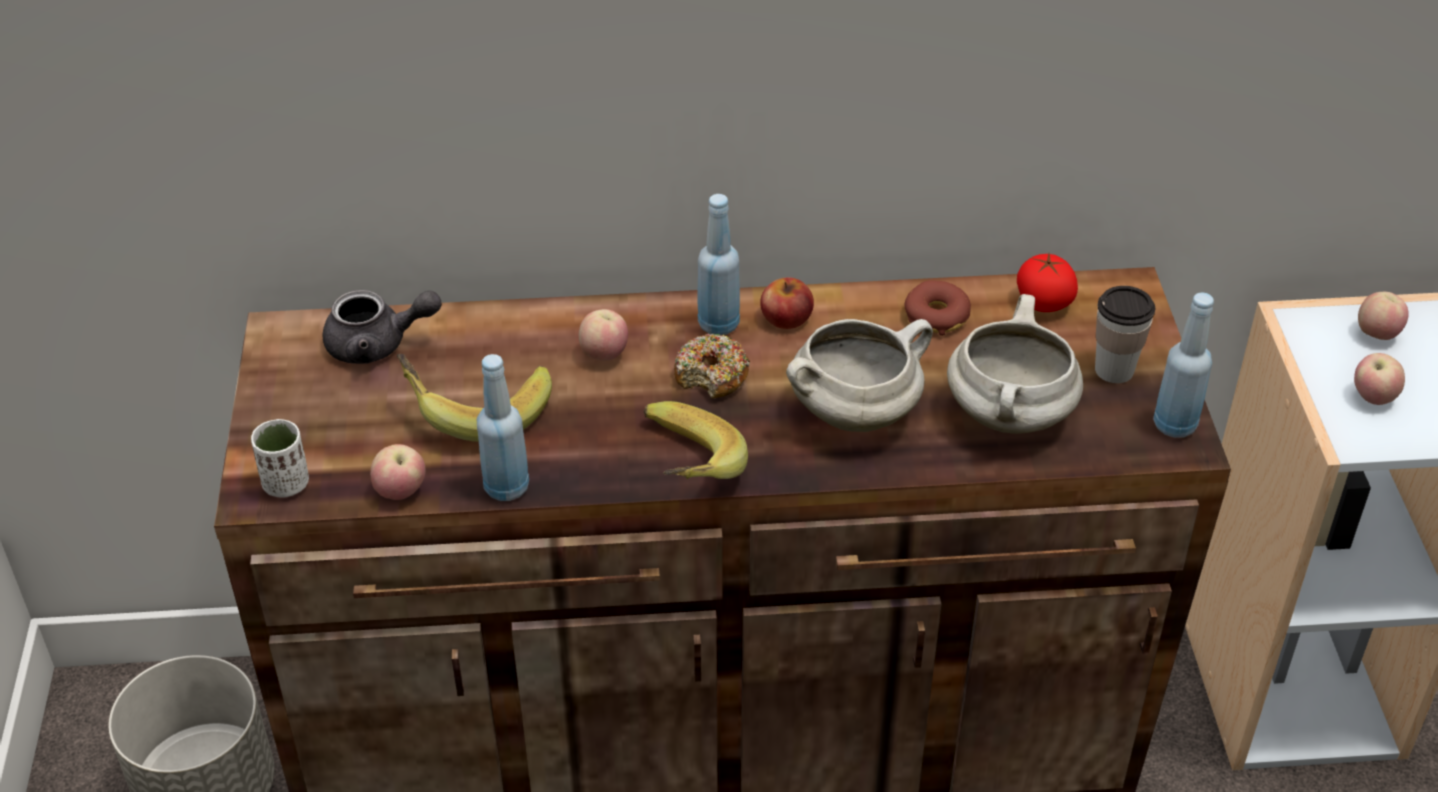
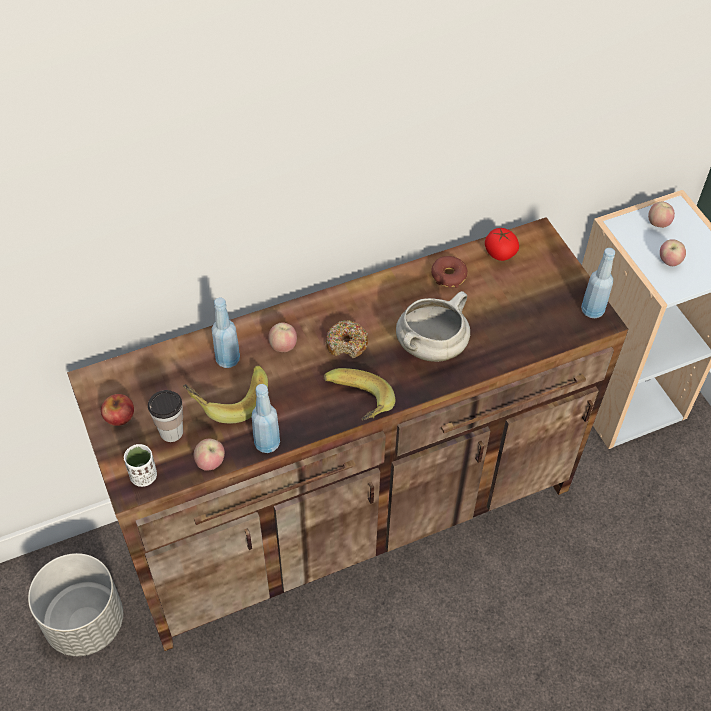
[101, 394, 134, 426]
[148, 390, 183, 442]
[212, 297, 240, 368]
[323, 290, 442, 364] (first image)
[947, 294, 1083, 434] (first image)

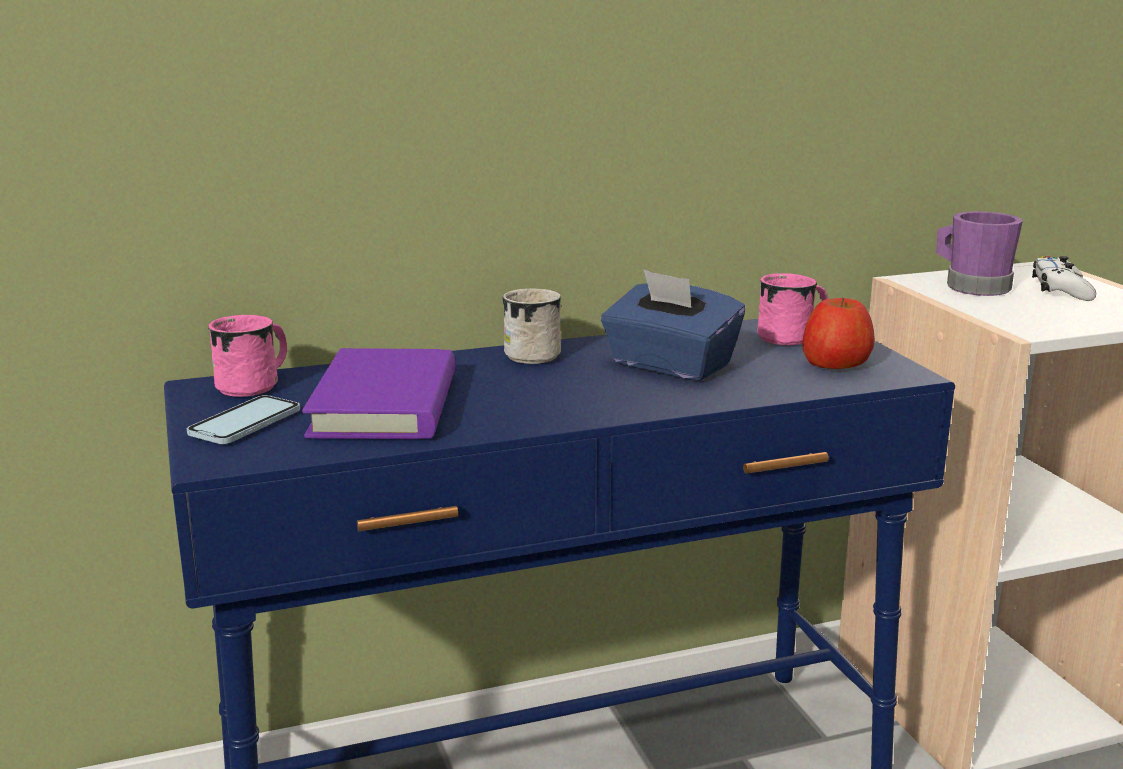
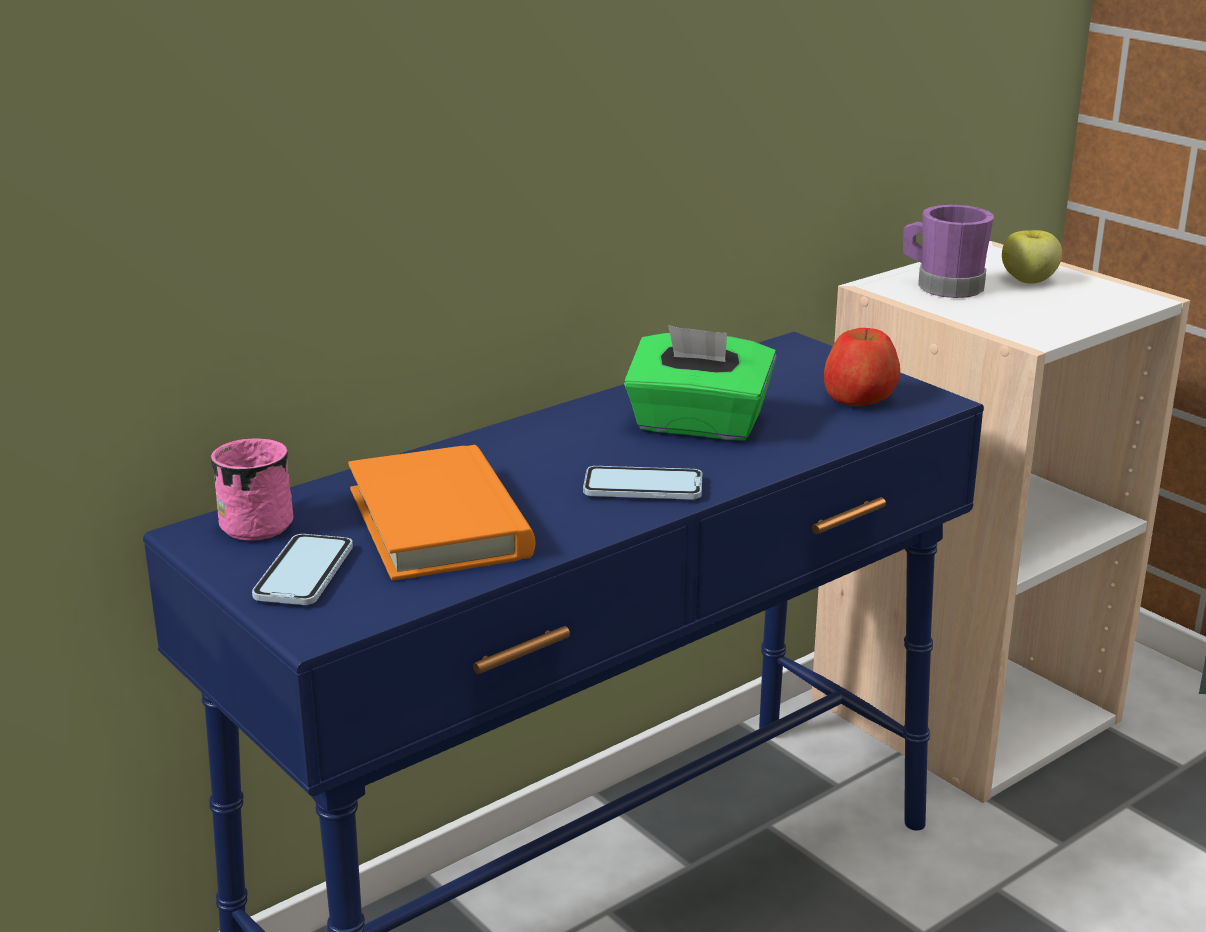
[348, 445, 535, 581]
[583, 466, 702, 500]
[624, 325, 776, 440]
[1002, 230, 1062, 284]
[502, 288, 561, 364] (first image)
[757, 273, 828, 345] (first image)

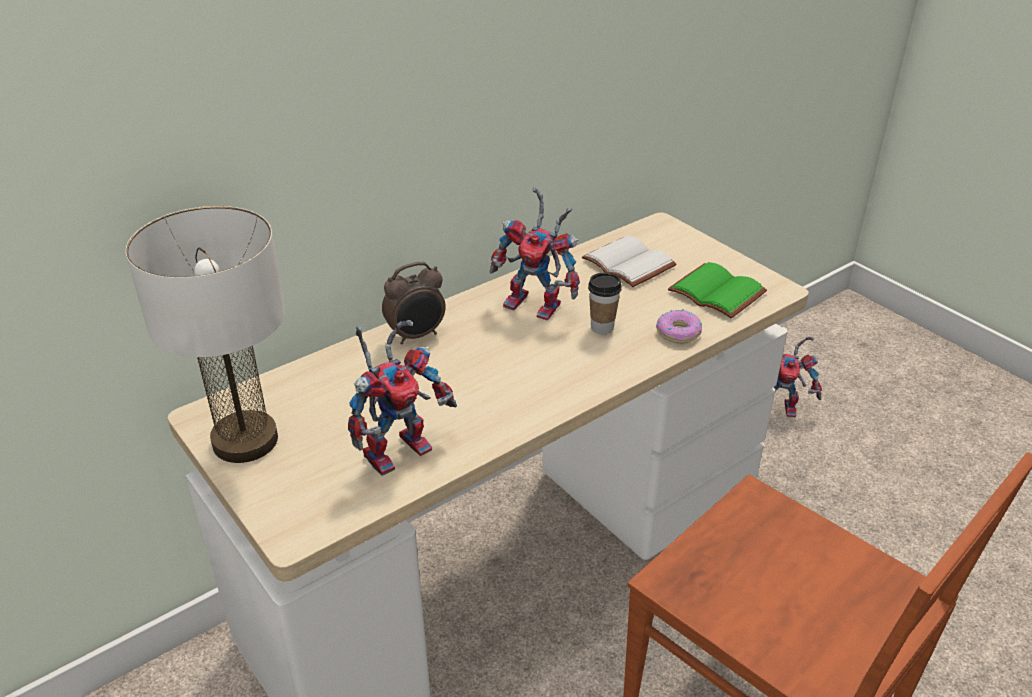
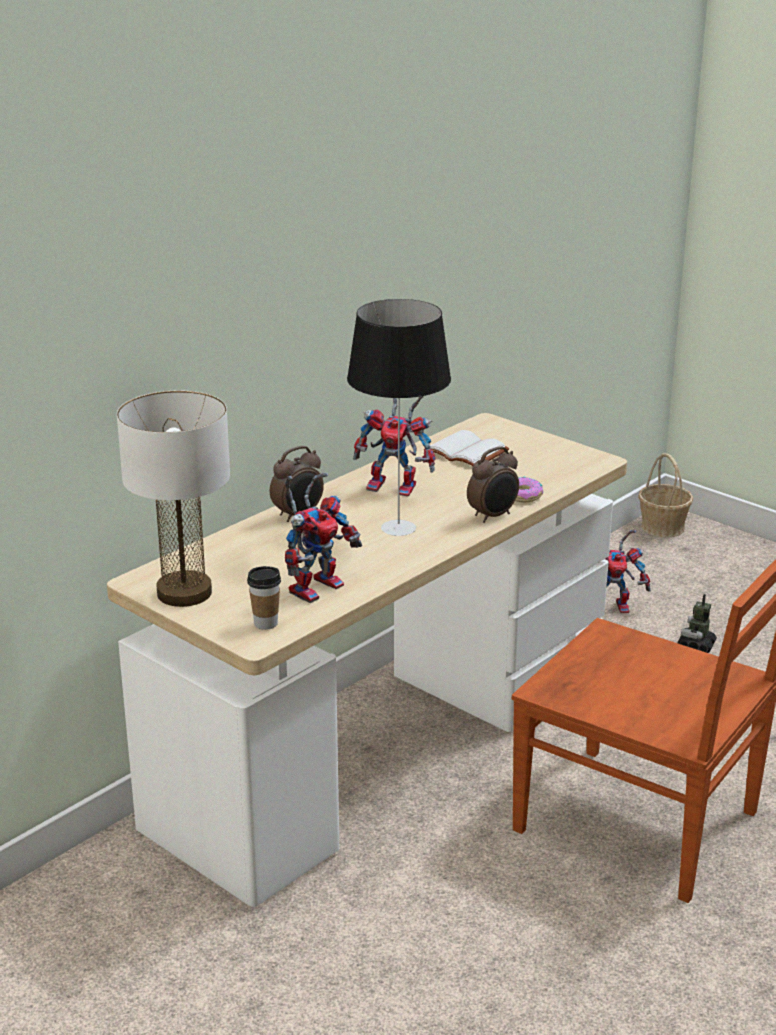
[247, 566, 281, 630]
[347, 299, 451, 536]
[467, 446, 519, 523]
[638, 453, 693, 537]
[677, 594, 717, 653]
[668, 262, 767, 319] (first image)

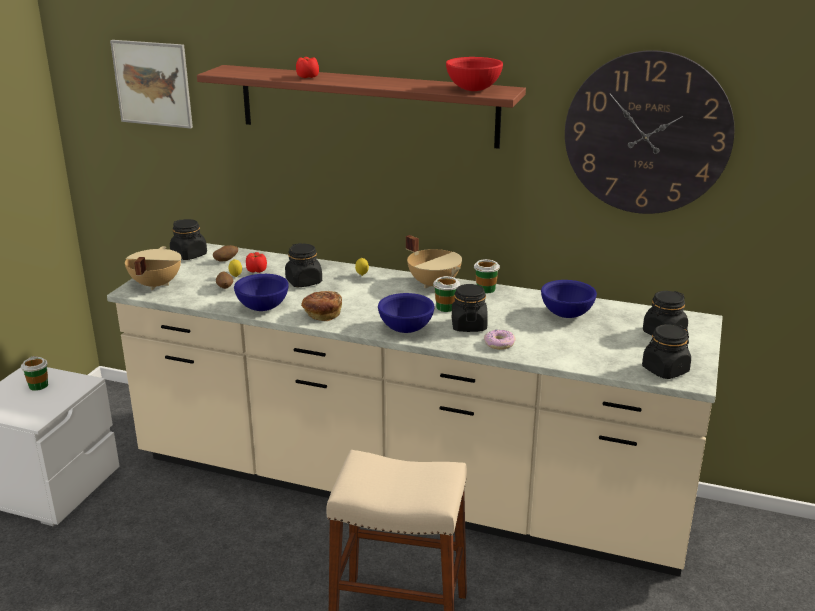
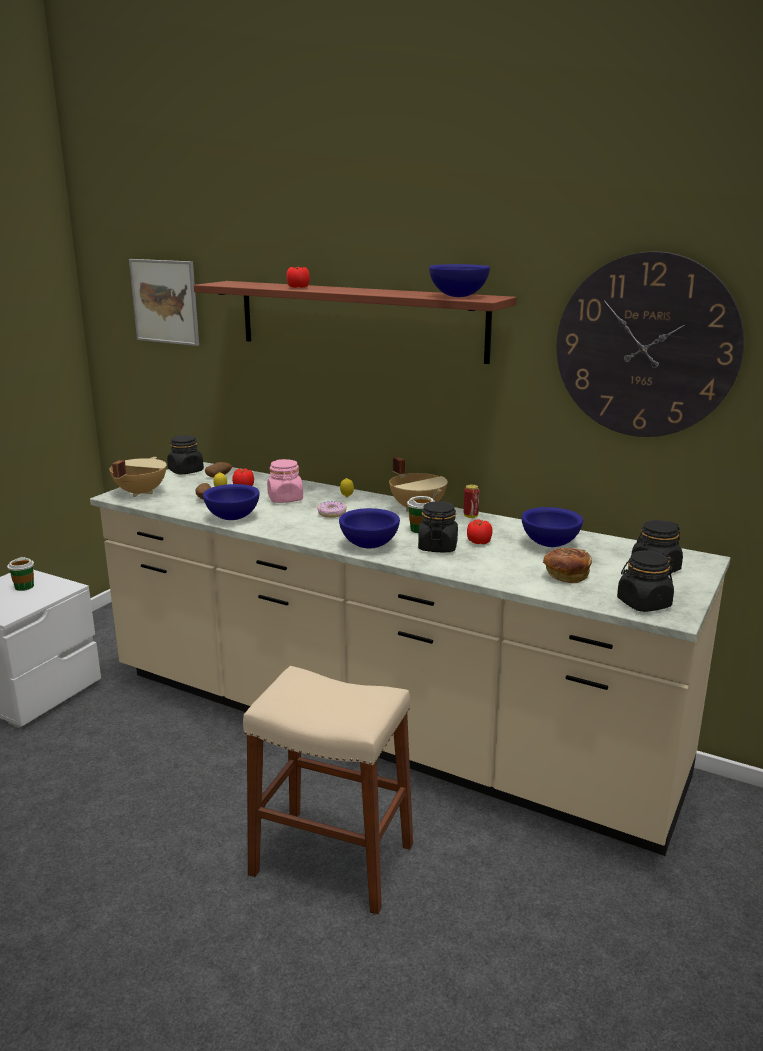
[267, 459, 303, 503]
[317, 501, 347, 518]
[429, 264, 490, 297]
[464, 484, 479, 518]
[467, 519, 493, 544]
[543, 548, 592, 583]

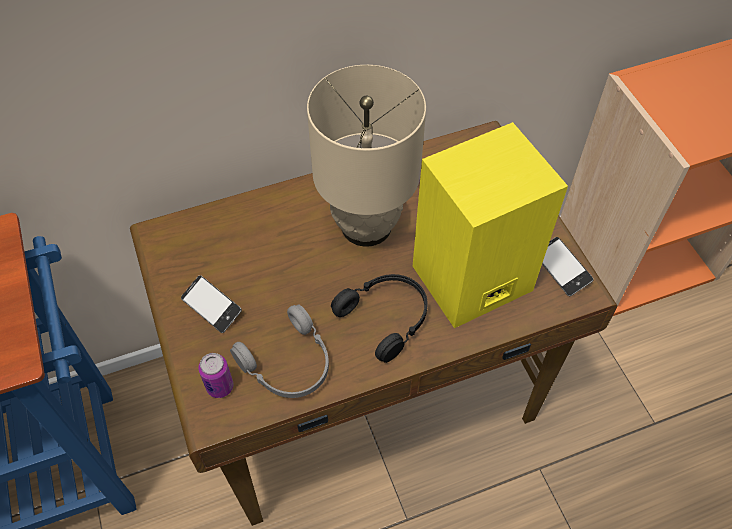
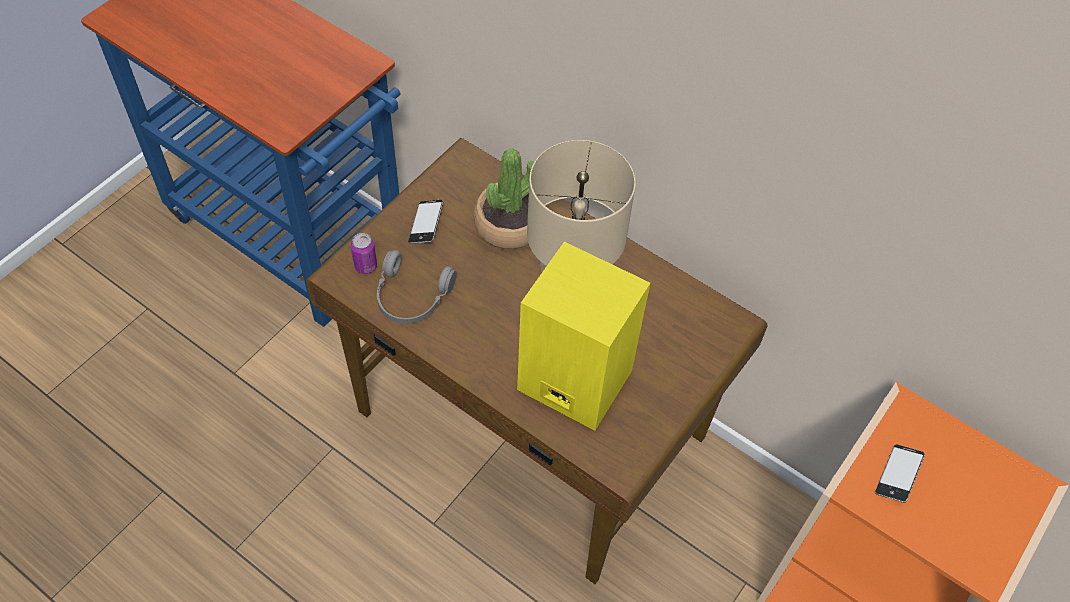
[473, 148, 535, 249]
[875, 444, 925, 503]
[331, 274, 428, 363] (first image)

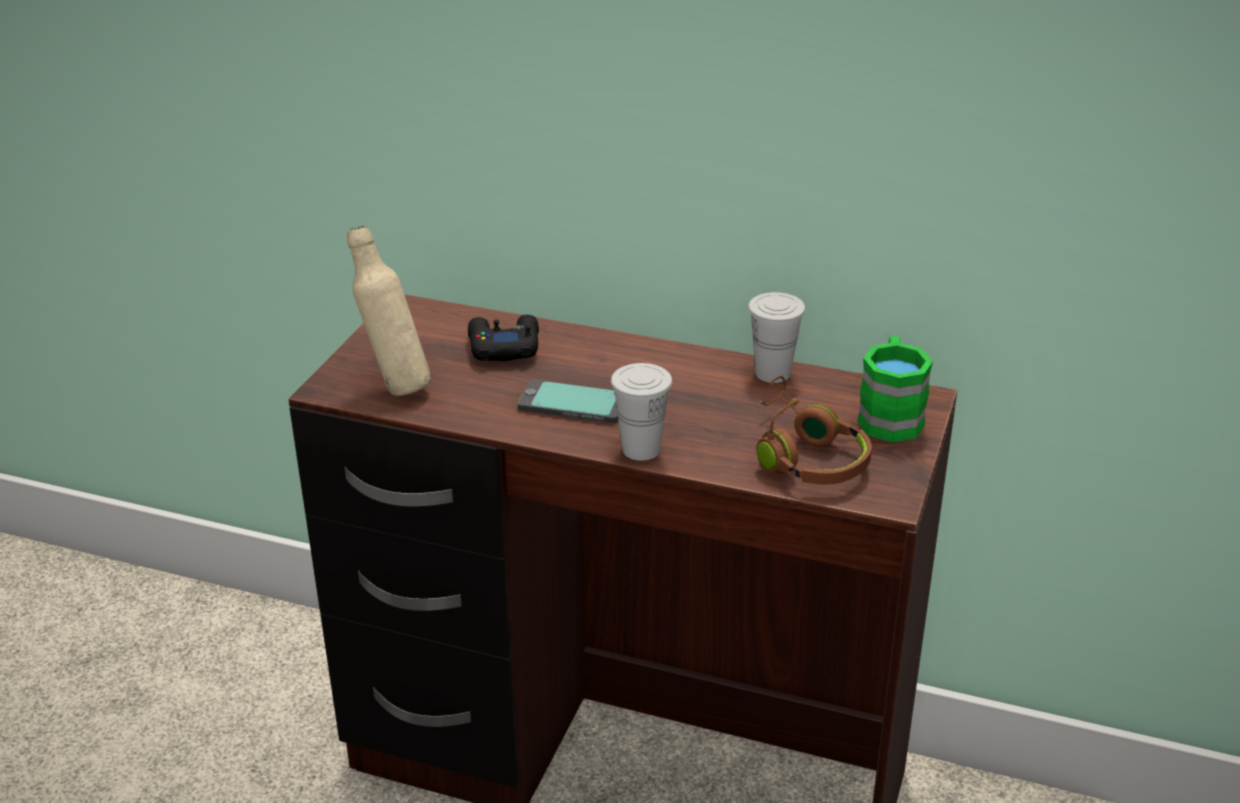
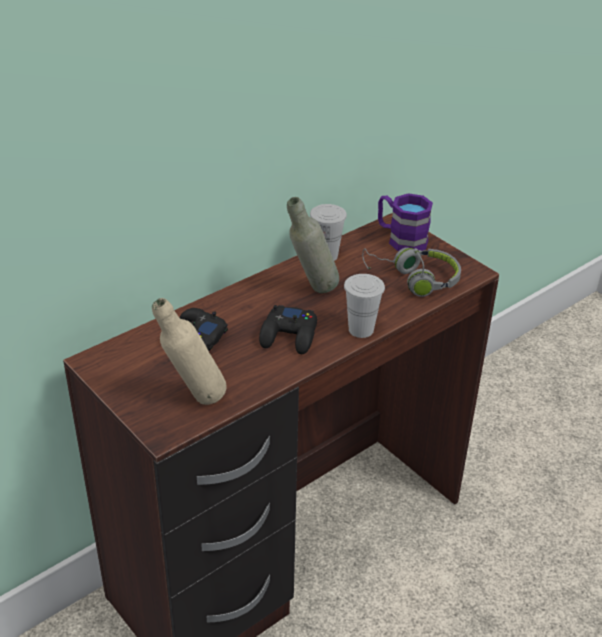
[259, 305, 317, 354]
[287, 197, 339, 293]
[362, 247, 461, 297]
[378, 193, 433, 251]

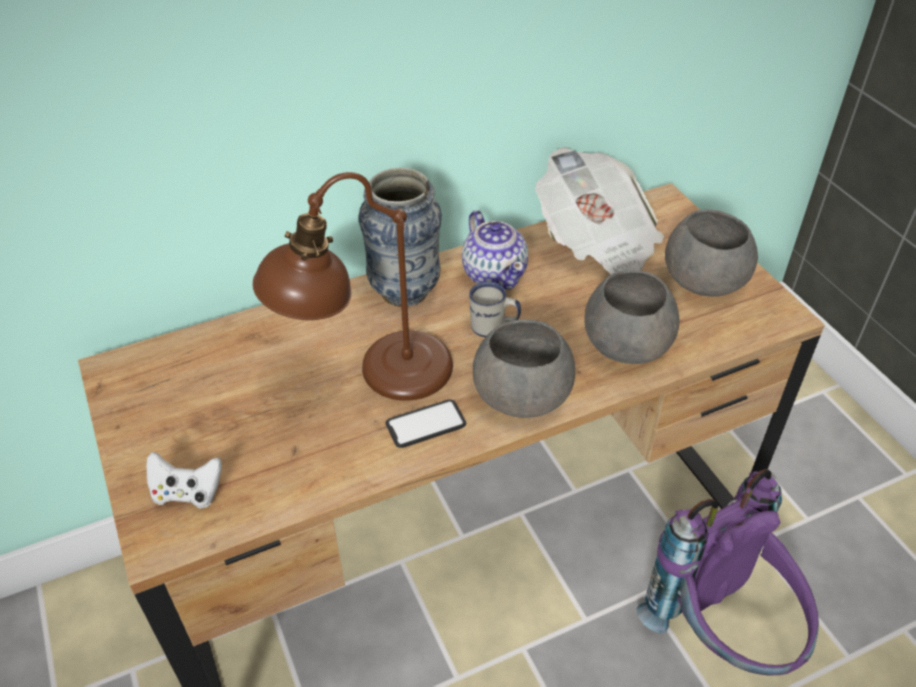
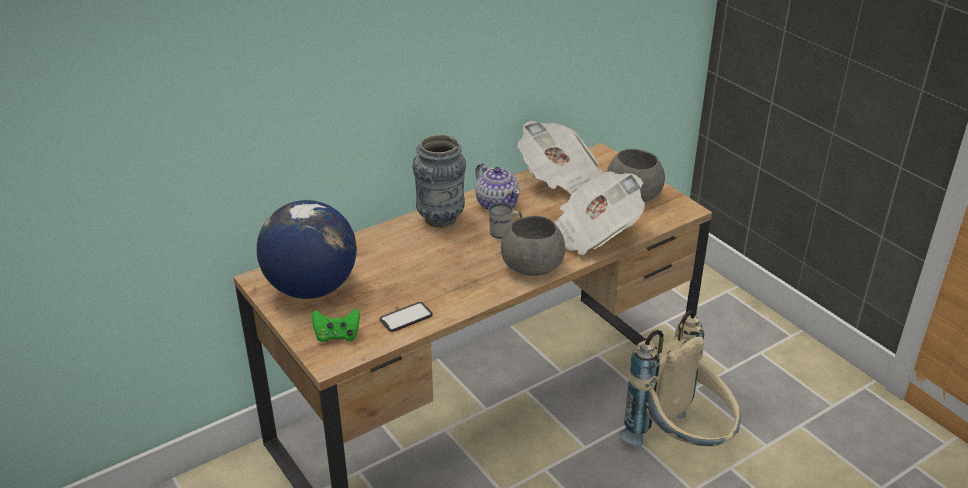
[257, 200, 357, 299]
[312, 309, 360, 342]
[379, 302, 433, 332]
[554, 171, 645, 255]
[619, 310, 741, 446]
[253, 172, 453, 401] (first image)

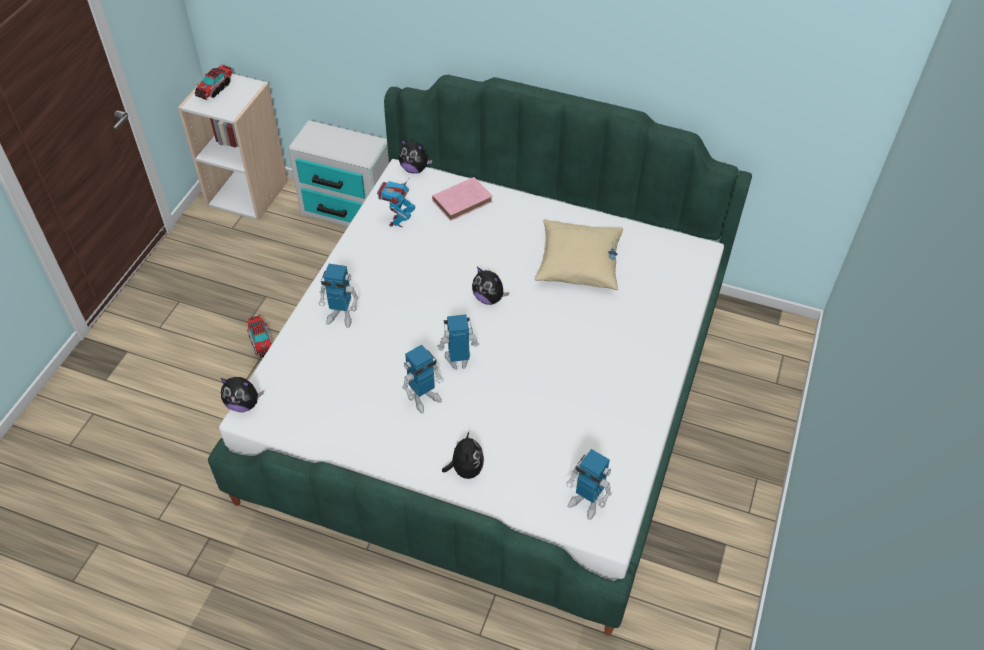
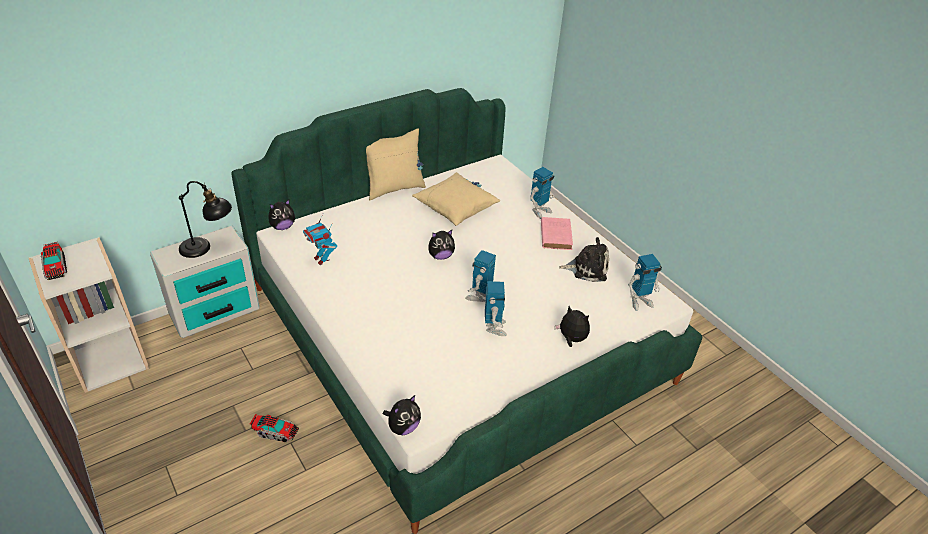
[179, 181, 232, 258]
[366, 128, 426, 200]
[530, 167, 554, 219]
[541, 217, 573, 250]
[559, 237, 609, 282]

